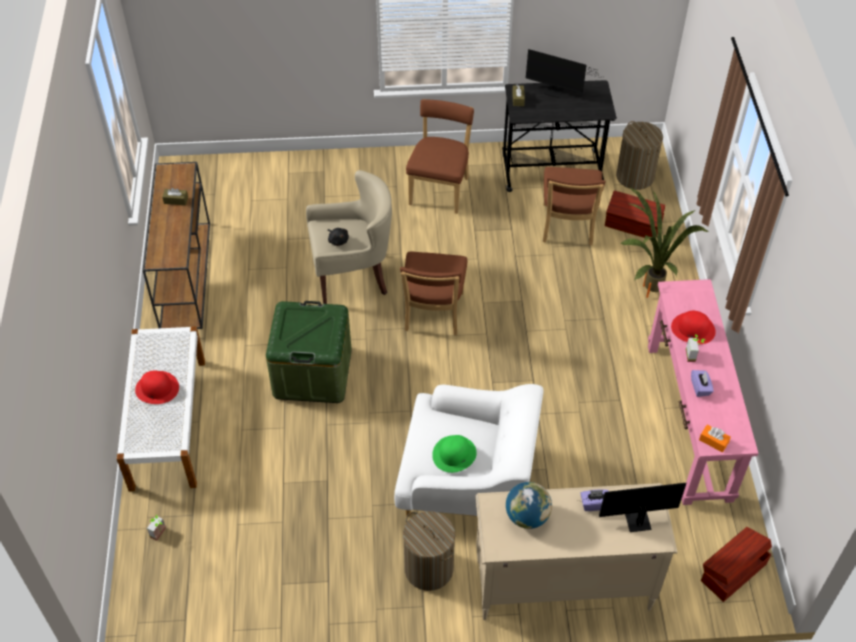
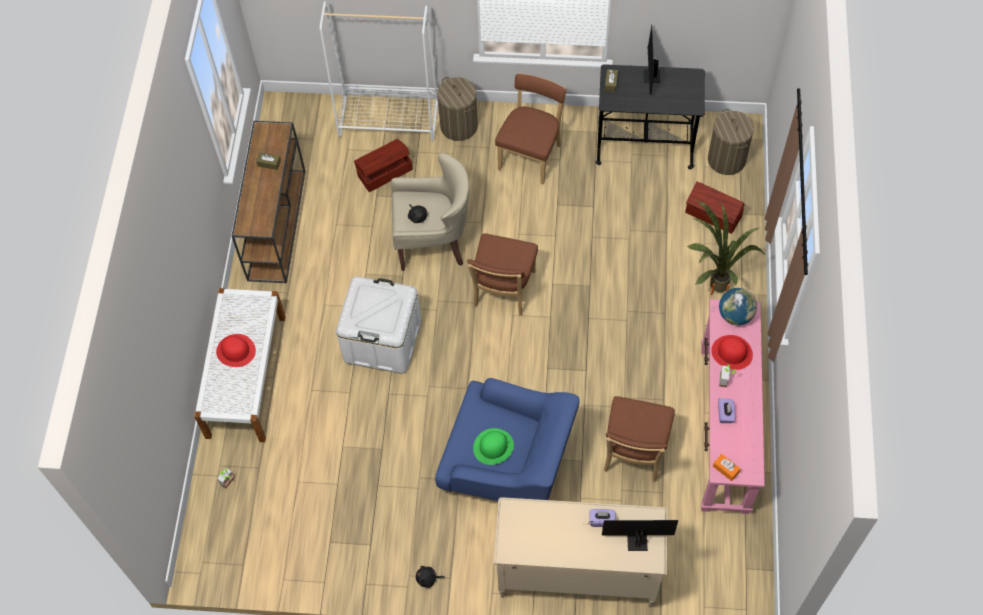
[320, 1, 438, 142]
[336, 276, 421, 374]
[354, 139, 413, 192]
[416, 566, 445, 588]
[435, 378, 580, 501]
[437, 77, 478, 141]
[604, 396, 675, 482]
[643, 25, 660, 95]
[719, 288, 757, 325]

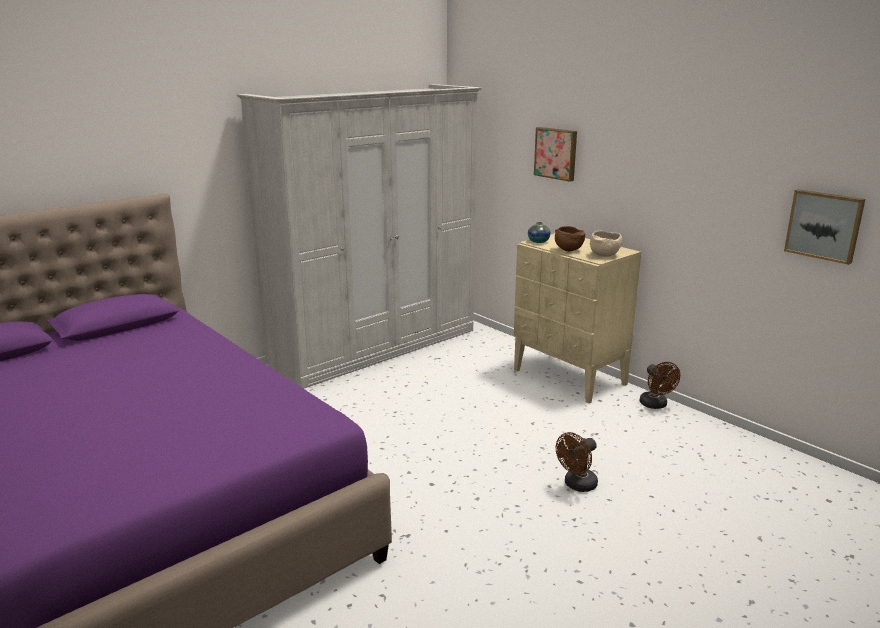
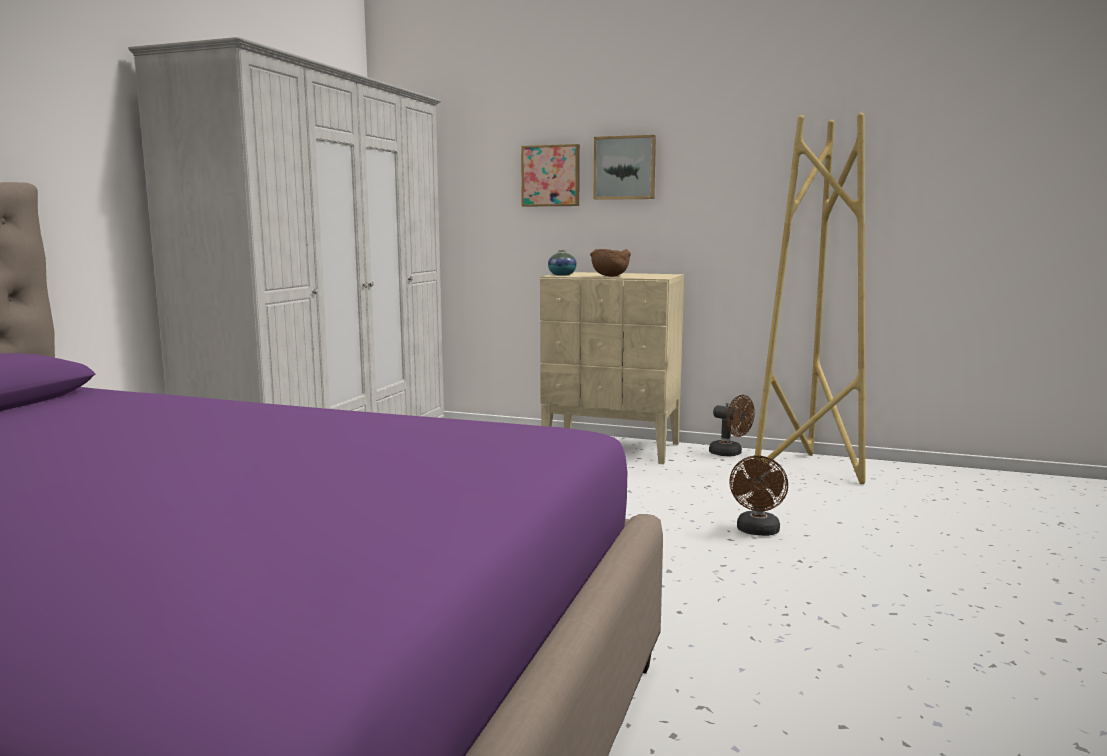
[593, 135, 656, 200]
[754, 113, 865, 484]
[590, 231, 622, 257] (first image)

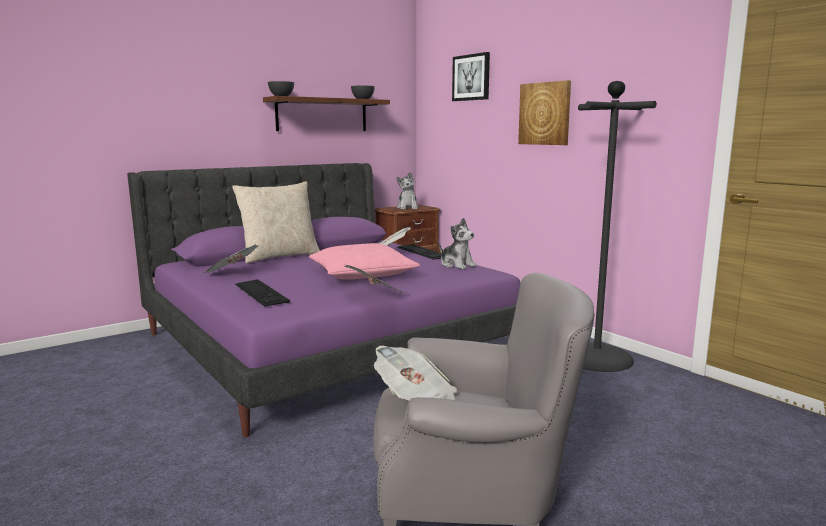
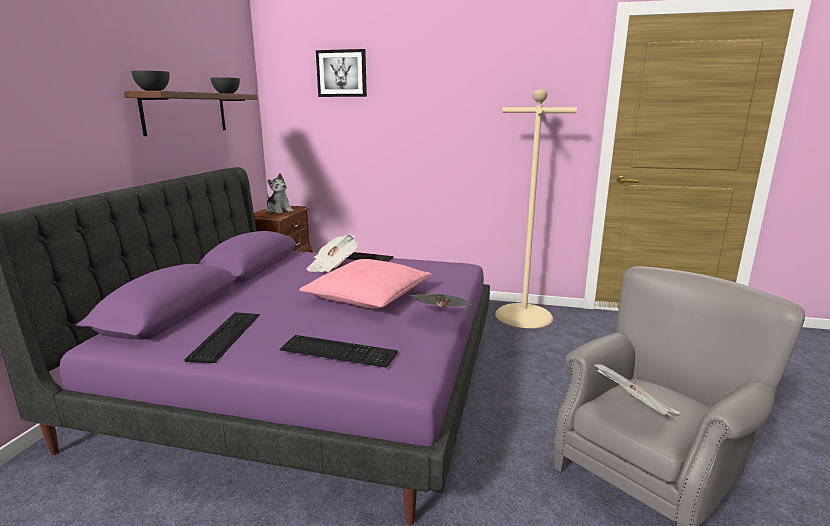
[184, 312, 260, 363]
[495, 89, 577, 328]
[232, 181, 320, 263] (first image)
[439, 218, 477, 269] (first image)
[518, 80, 571, 145] (first image)

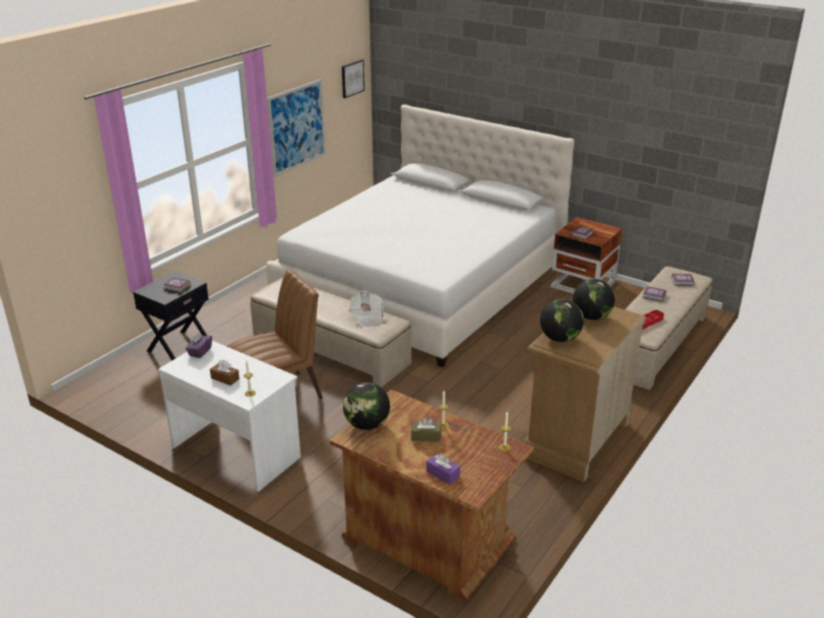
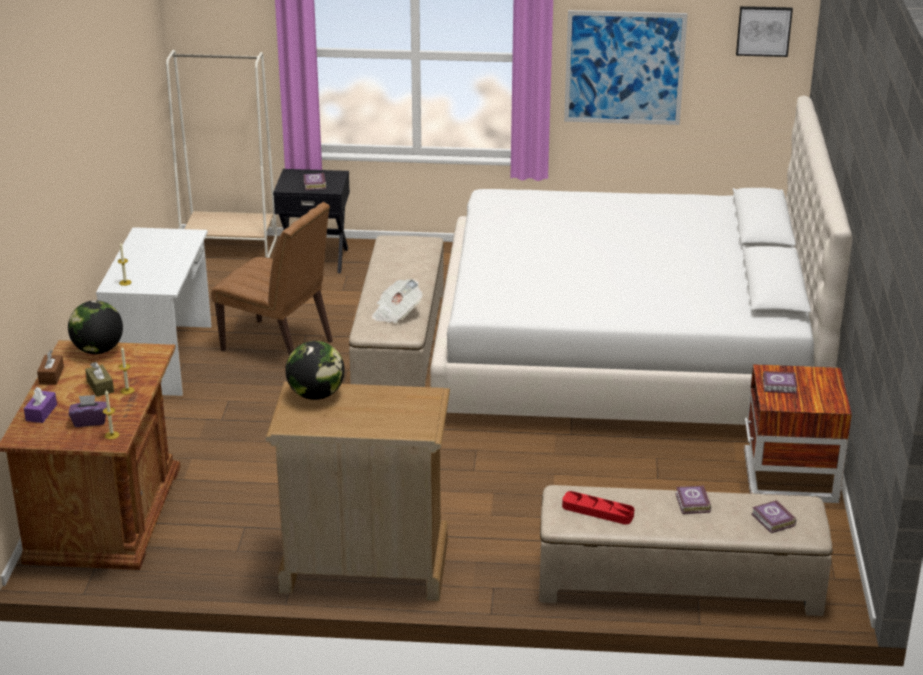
[37, 350, 64, 384]
[69, 395, 107, 427]
[166, 50, 277, 258]
[573, 279, 615, 320] (first image)

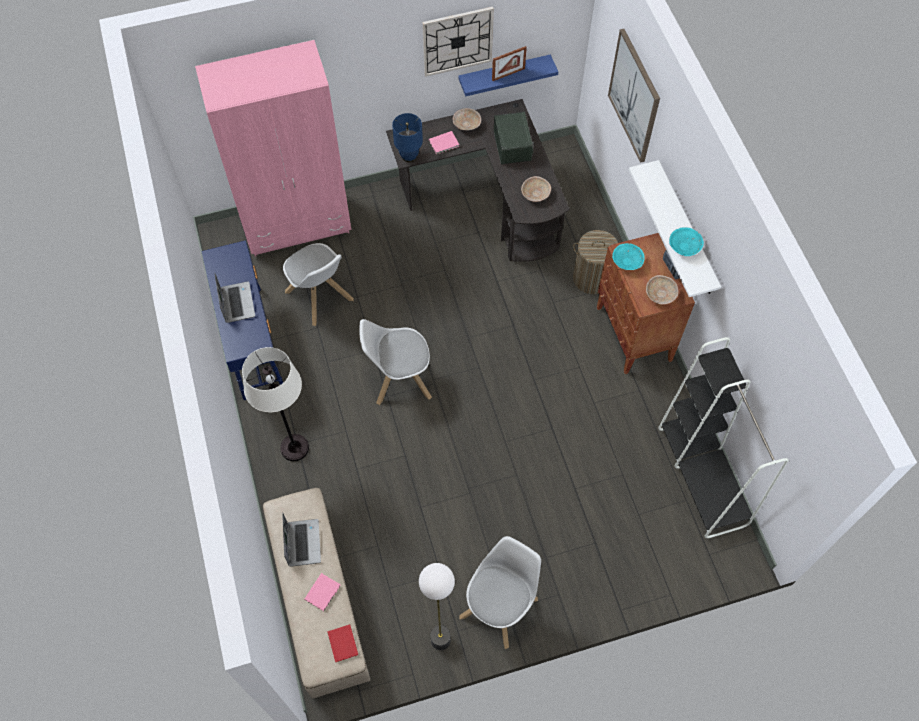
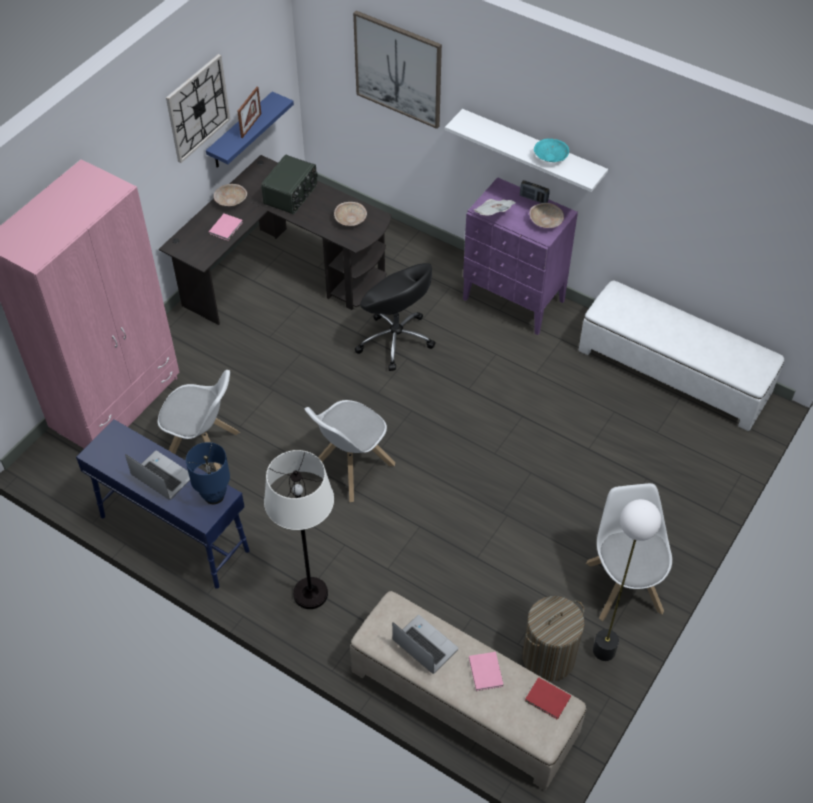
[186, 442, 230, 504]
[261, 155, 318, 214]
[355, 263, 436, 371]
[463, 177, 578, 335]
[474, 199, 515, 216]
[522, 596, 585, 681]
[579, 280, 784, 431]

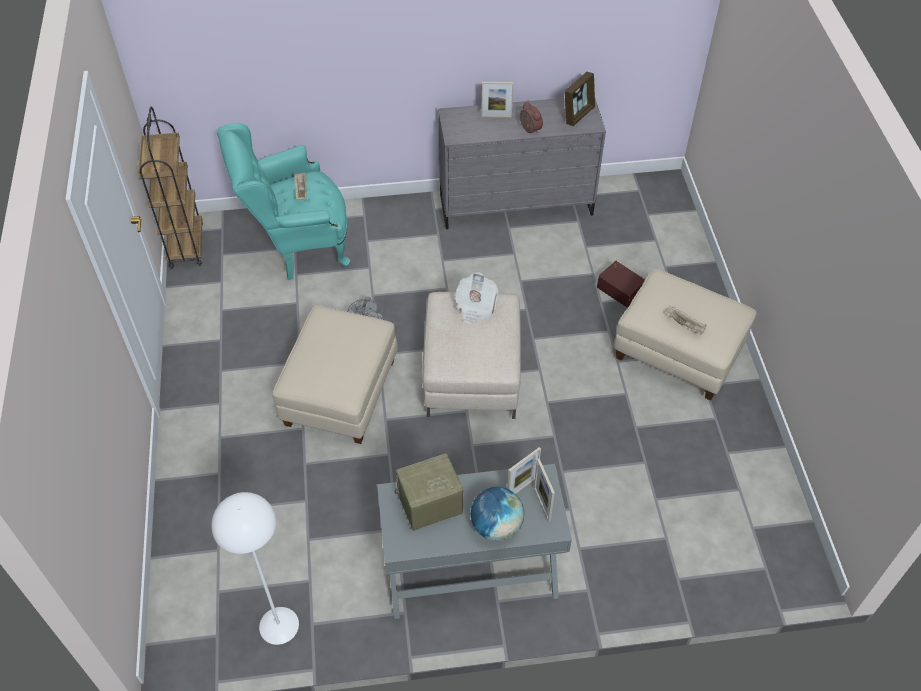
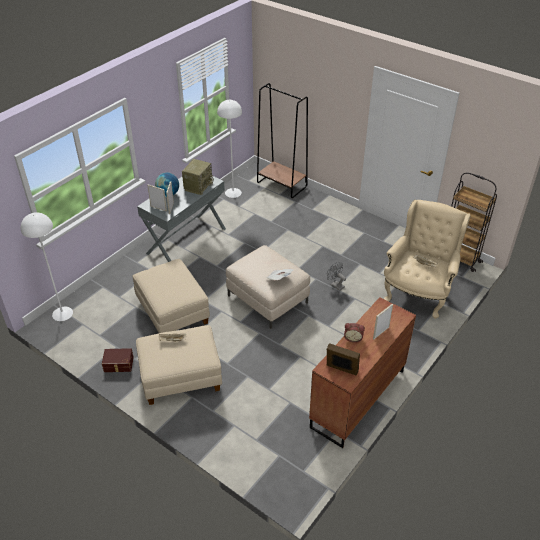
[21, 212, 73, 321]
[102, 348, 134, 372]
[133, 259, 210, 333]
[257, 83, 308, 198]
[309, 297, 416, 448]
[327, 343, 360, 375]
[384, 200, 471, 319]

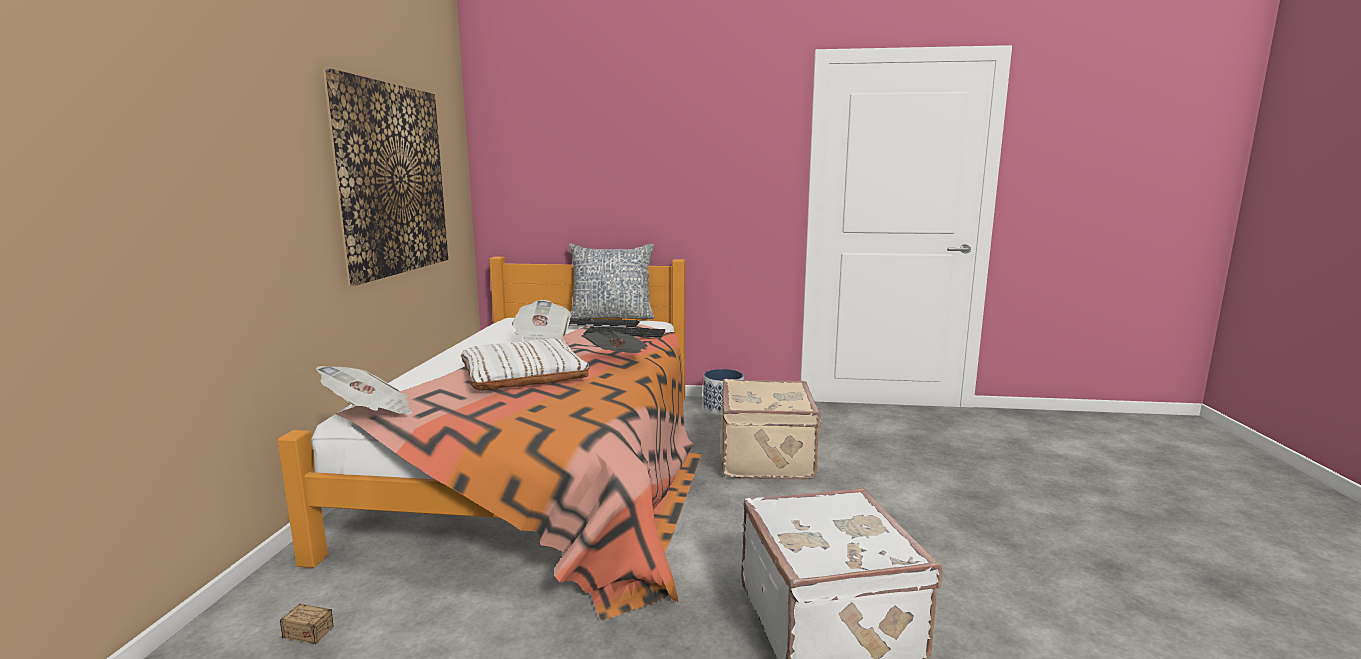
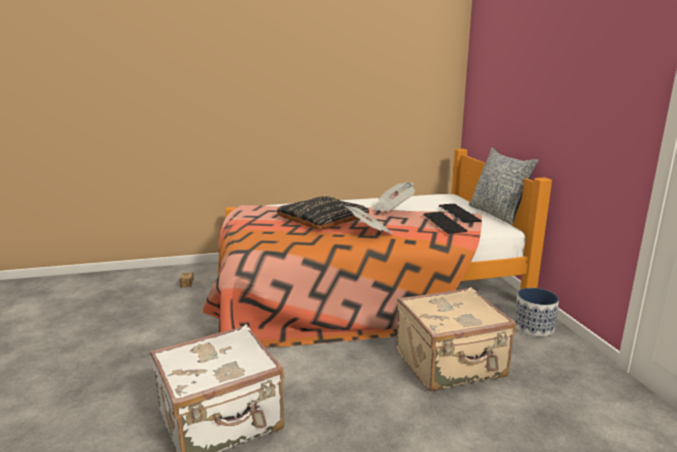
[277, 196, 369, 230]
[316, 366, 412, 414] (first image)
[323, 69, 448, 286] (first image)

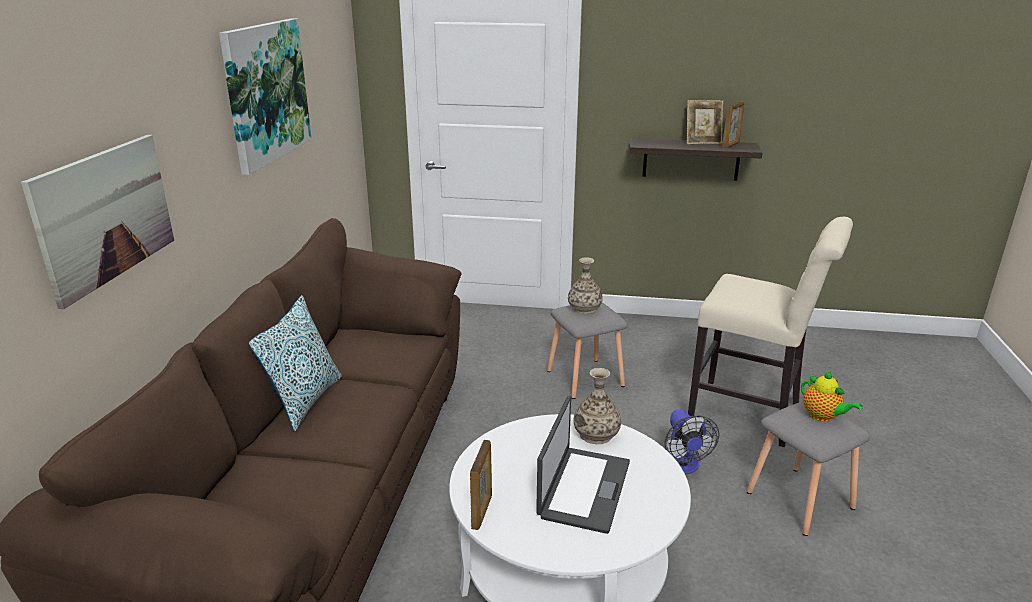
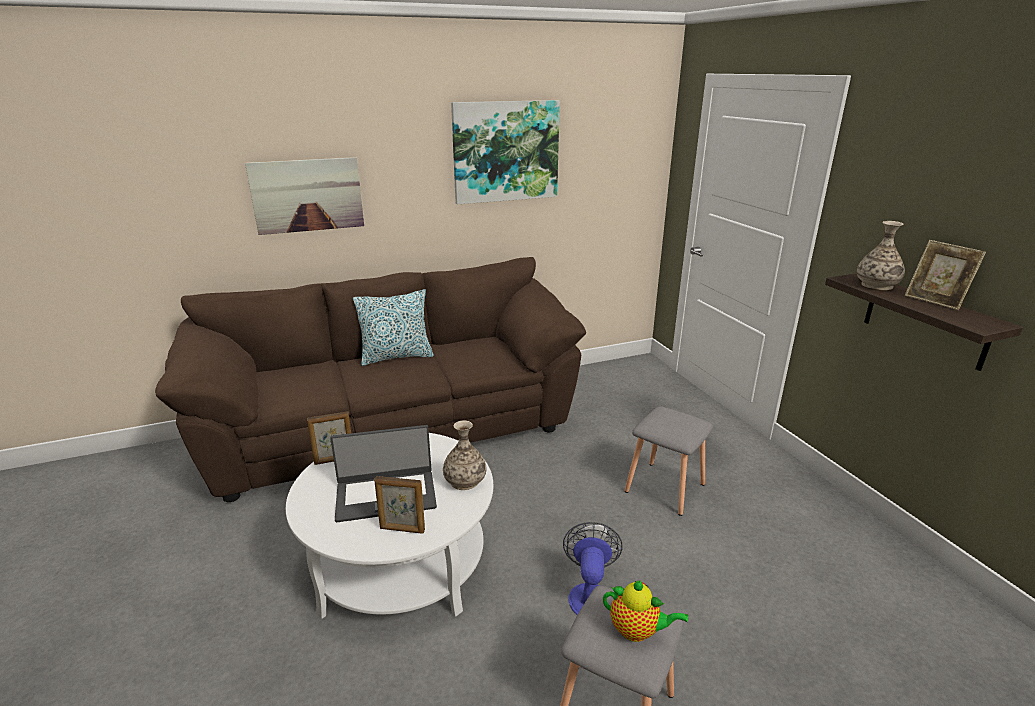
[374, 476, 425, 534]
[563, 522, 623, 615]
[603, 581, 688, 642]
[857, 221, 905, 290]
[688, 217, 853, 448] (first image)

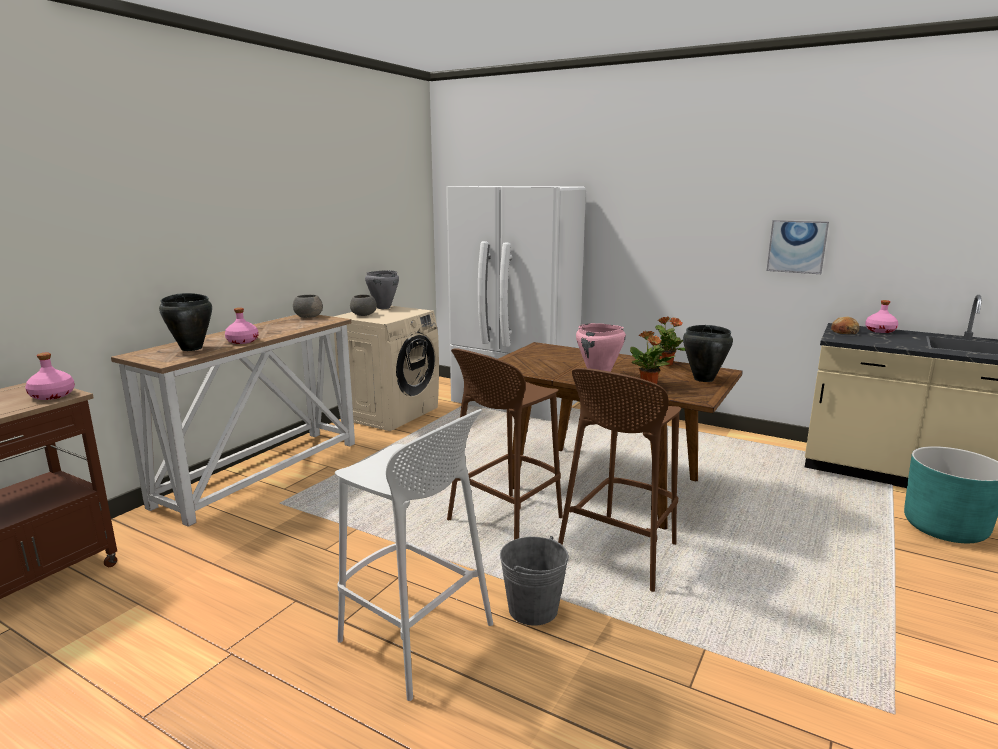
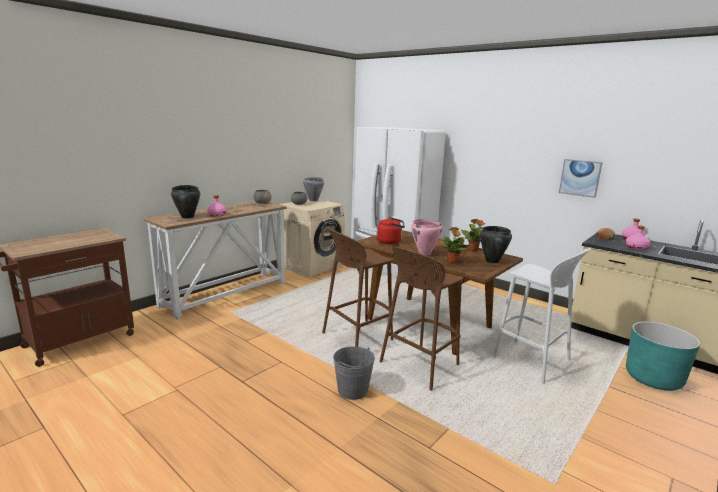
[377, 217, 405, 244]
[493, 248, 591, 384]
[625, 225, 650, 250]

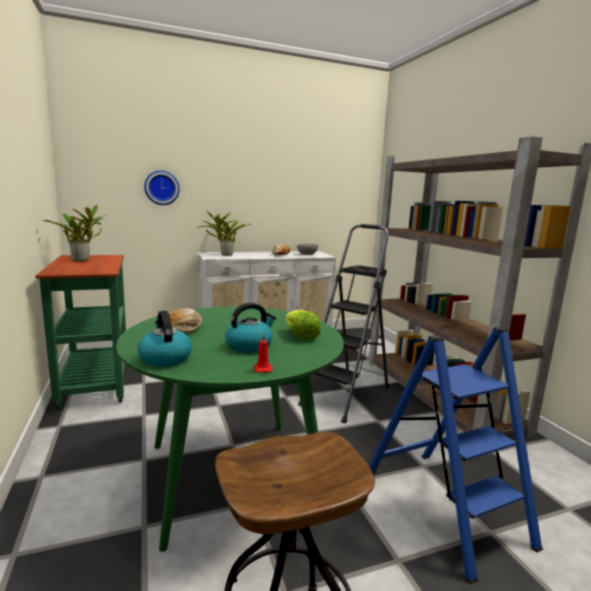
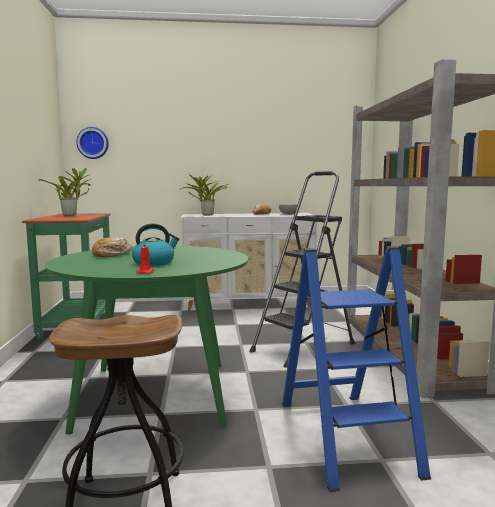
[76, 127, 109, 159]
[138, 311, 192, 367] (first image)
[286, 310, 321, 340] (first image)

